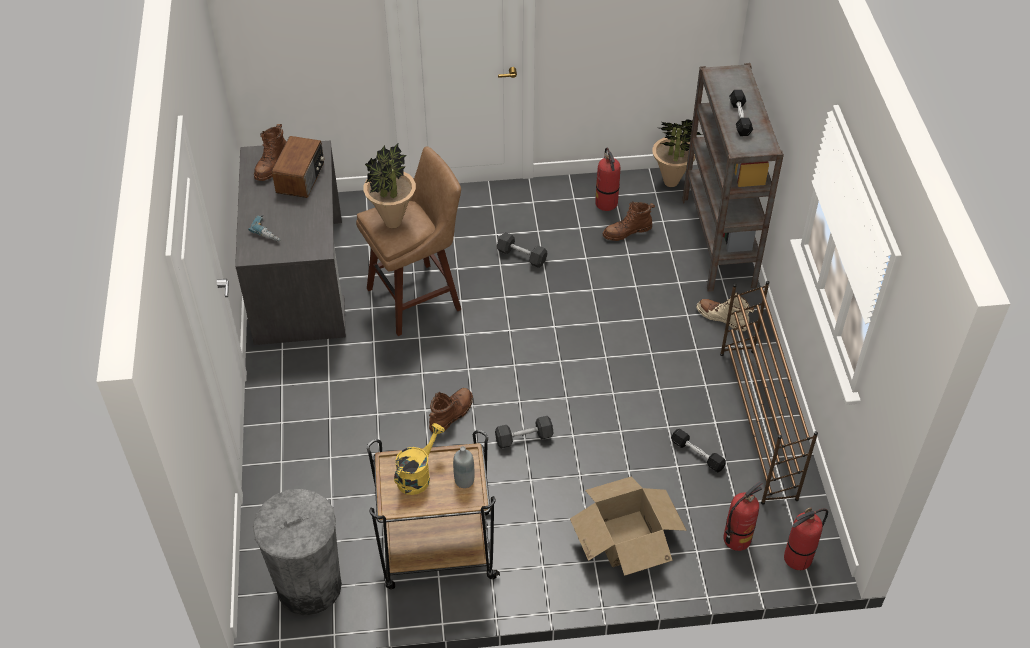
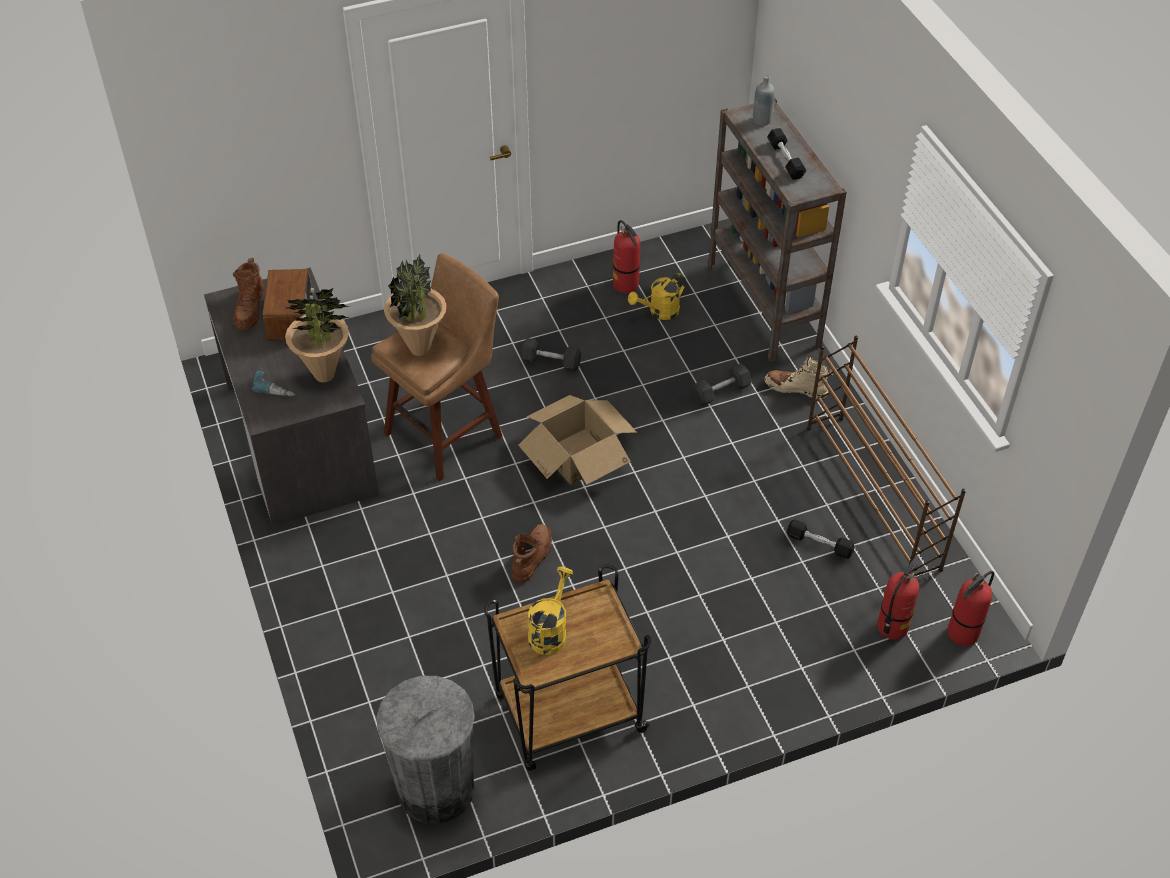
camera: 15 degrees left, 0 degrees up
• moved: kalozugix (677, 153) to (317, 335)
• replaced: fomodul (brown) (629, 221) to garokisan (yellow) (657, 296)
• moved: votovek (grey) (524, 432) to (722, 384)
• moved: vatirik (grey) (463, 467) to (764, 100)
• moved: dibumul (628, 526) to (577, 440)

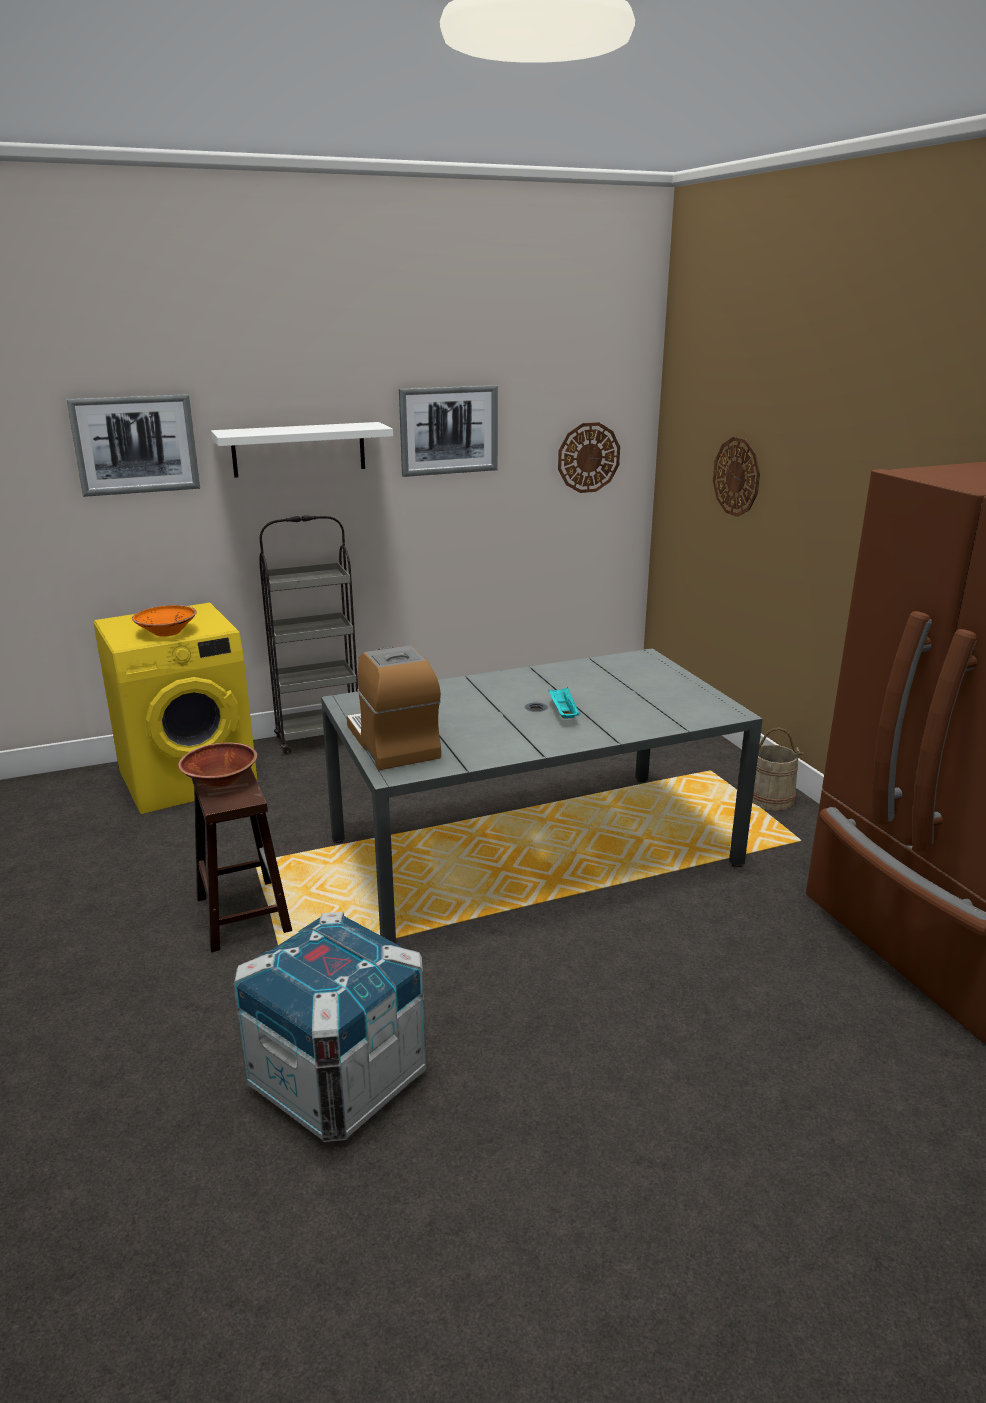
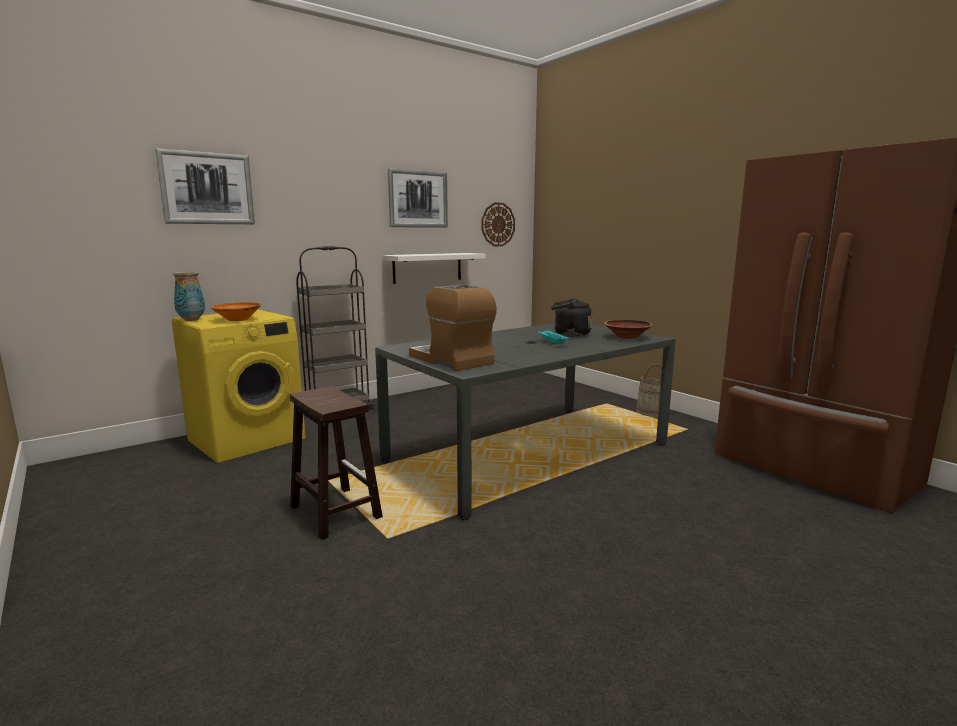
camera: 15 degrees left, 10 degrees down
• moved: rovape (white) (302, 450) to (434, 268)
• removed: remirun (736, 477)
• moved: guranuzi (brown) (217, 765) to (628, 329)
• removed: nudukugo (330, 1027)
• added: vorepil (189, 296)
• added: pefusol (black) (571, 318)

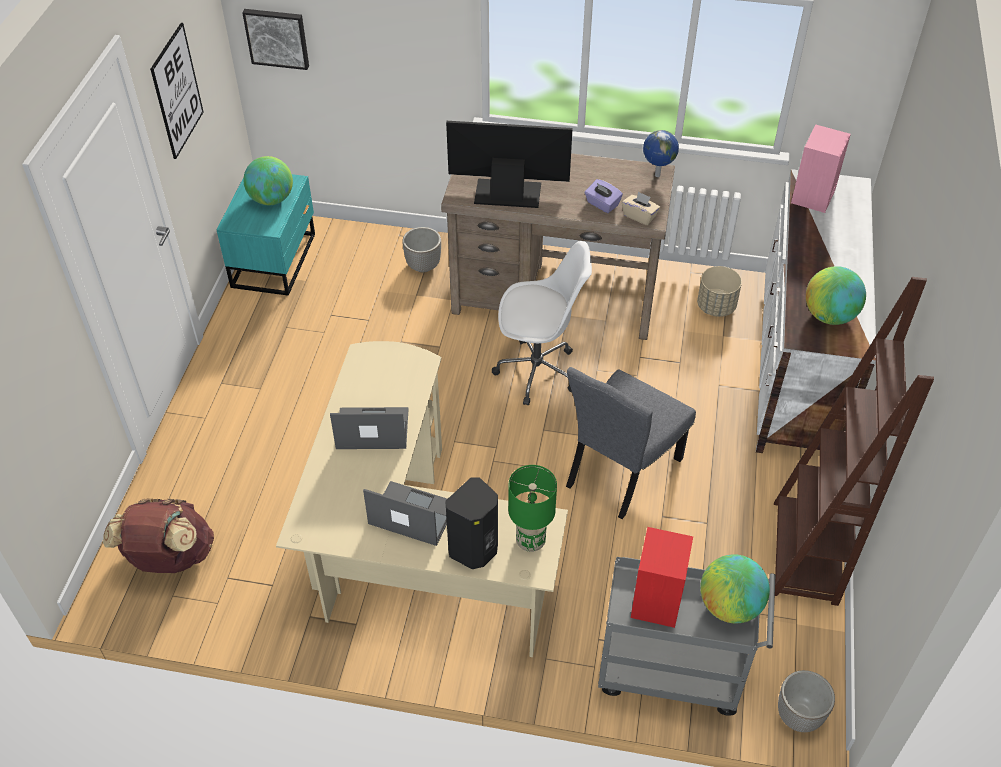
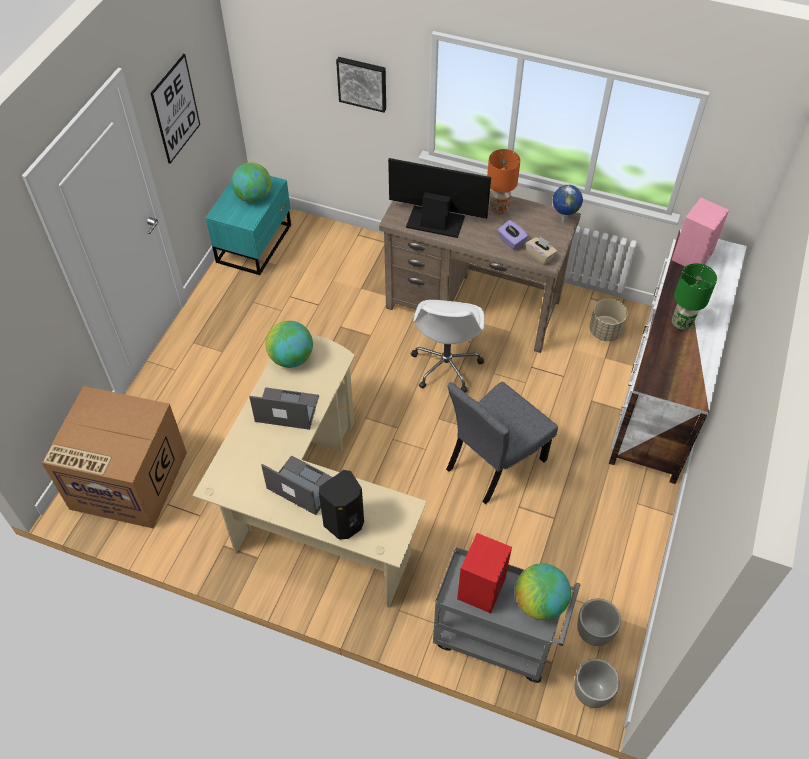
camera: 10 degrees right, 5 degrees up
• moved: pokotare (275, 39) to (361, 85)
• moved: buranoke (421, 249) to (599, 622)
• turned: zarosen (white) (542, 323) = (447, 346) 90 degrees clockwise
• moved: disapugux (836, 295) to (289, 344)
• removed: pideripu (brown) (854, 441)
• moved: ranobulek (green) (532, 508) to (694, 296)
• replaced: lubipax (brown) (158, 535) to dibumul (114, 457)
• added: ranobulek (orange) (504, 182)

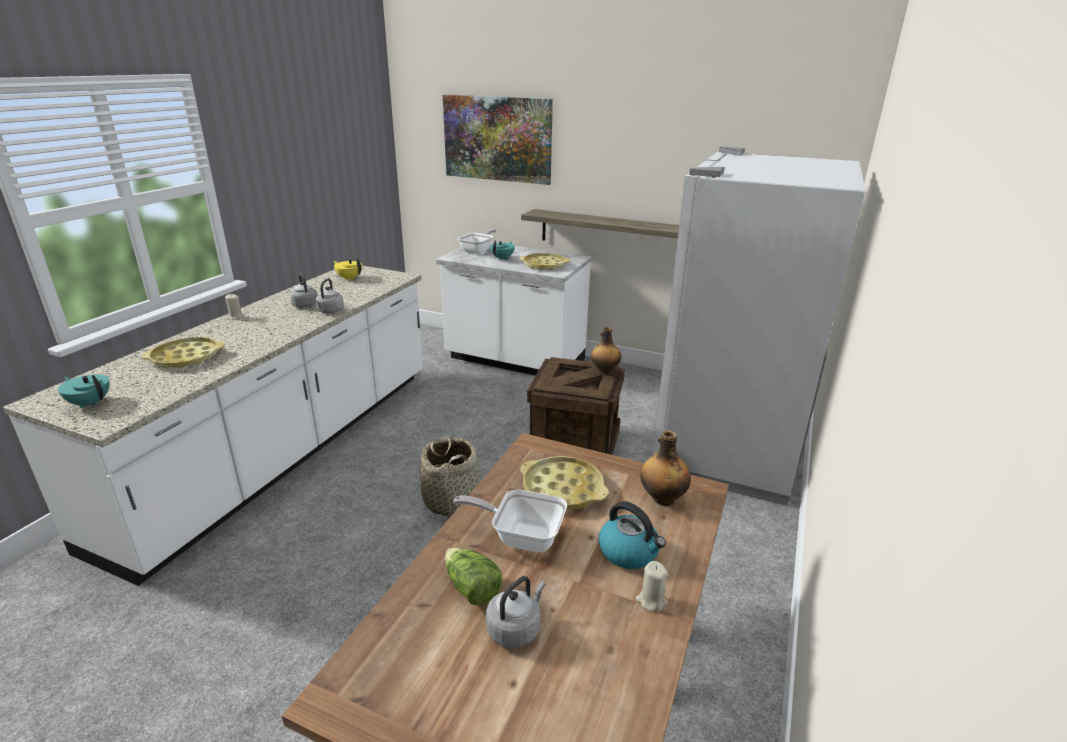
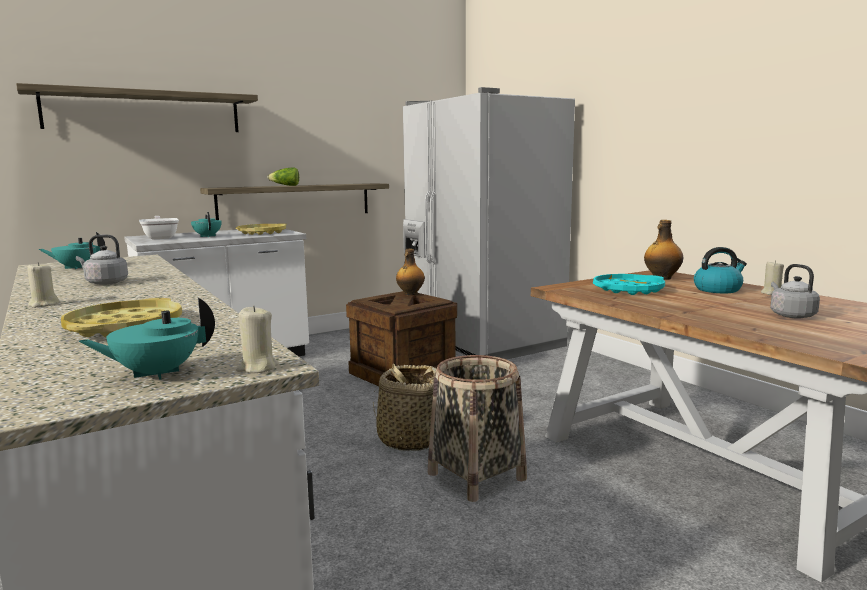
camera: 55 degrees left, 15 degrees down
• replaced: pokotare (498, 140) to rovape (137, 107)
• recoloured: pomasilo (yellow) (348, 269) to pomasilo (turquoise) (72, 250)
• removed: pefusol (grey) (329, 295)
• recoloured: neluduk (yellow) (564, 483) to neluduk (turquoise) (629, 284)
• removed: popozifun (510, 520)
• moved: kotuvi (473, 576) to (283, 177)
• added: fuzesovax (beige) (257, 339)
• added: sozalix (477, 428)

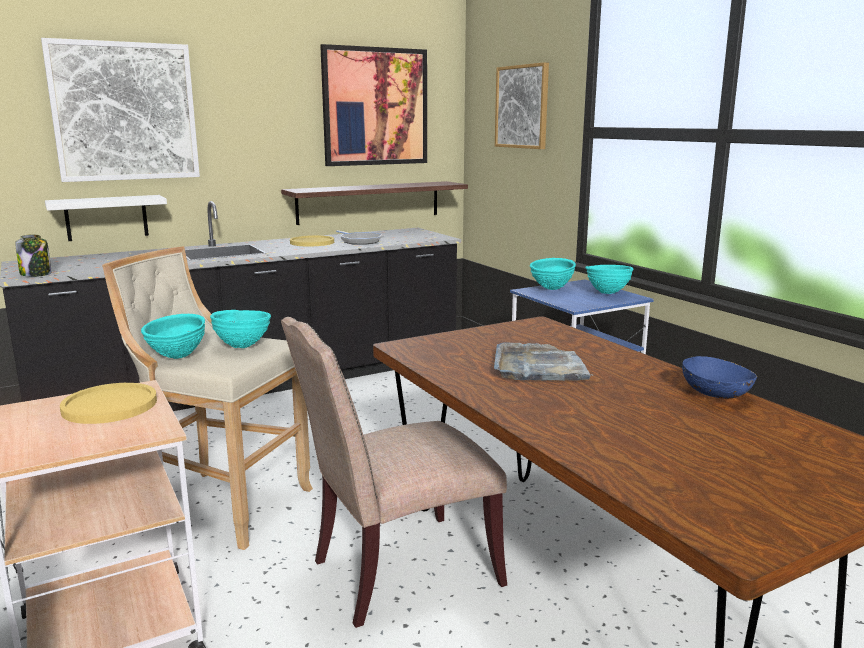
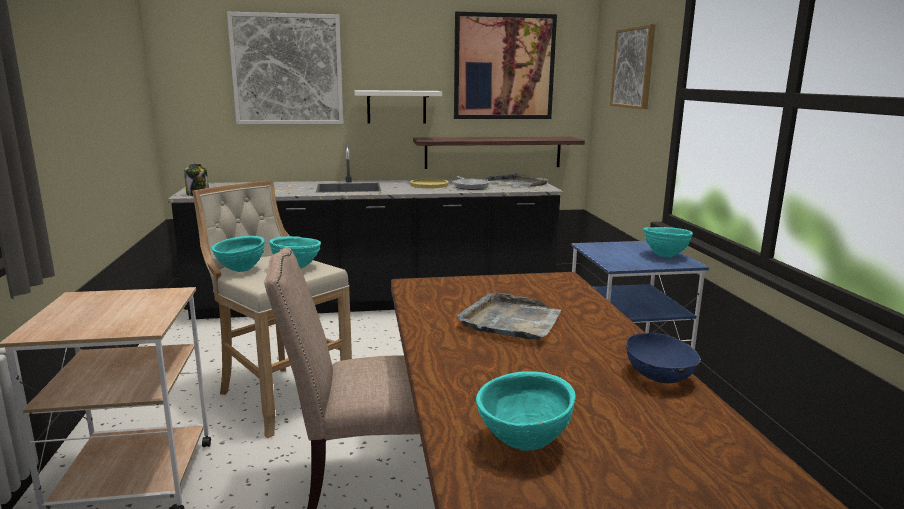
camera: 20 degrees right, 0 degrees up
• moved: rovape (white) (106, 218) to (398, 107)
• moved: guranuzi (turquoise) (553, 274) to (526, 411)
• removed: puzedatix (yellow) (108, 403)
• added: neluduk (grey) (516, 180)

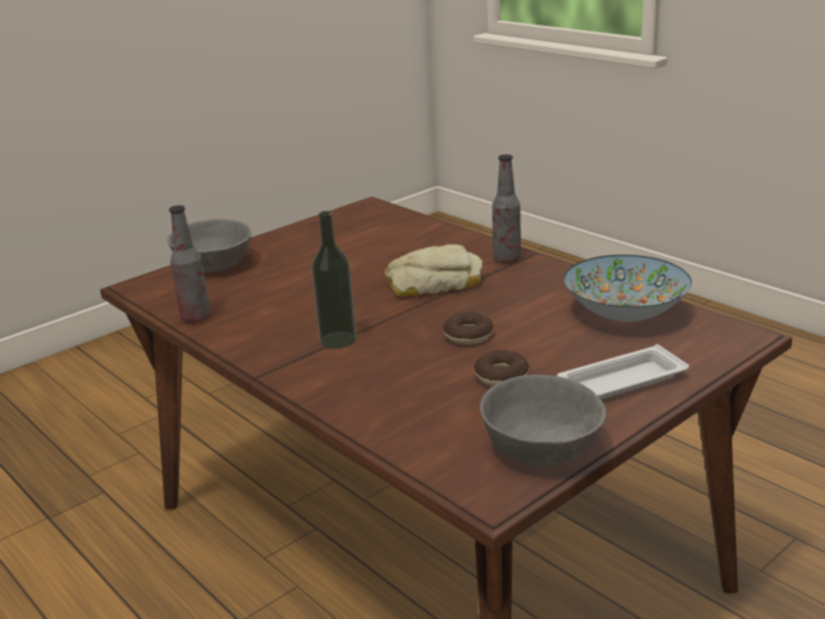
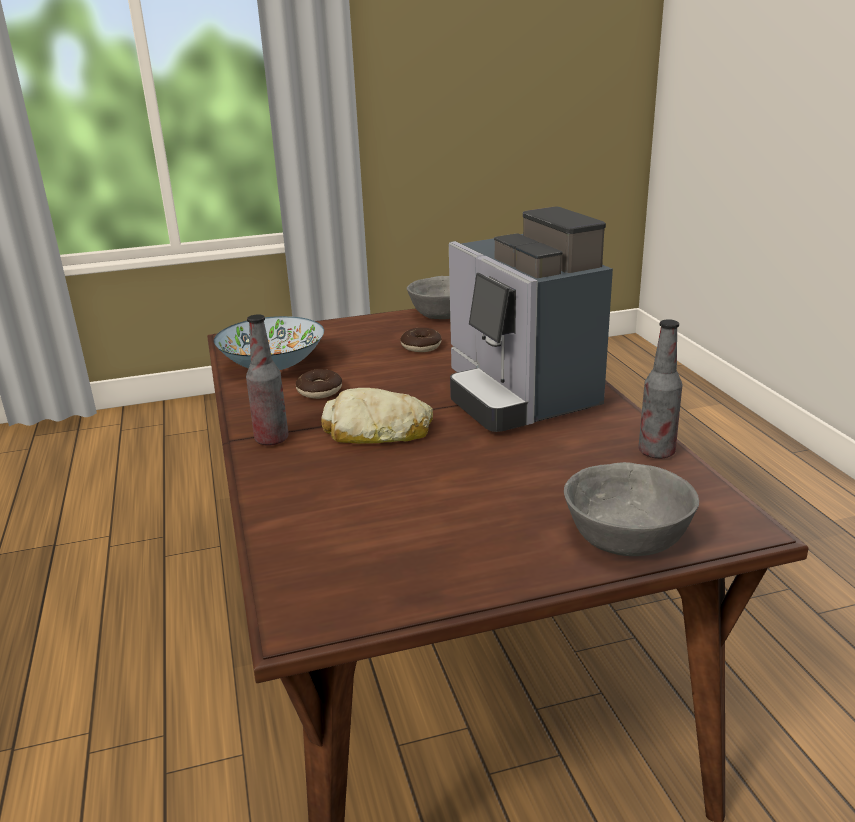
camera: 155 degrees left, 0 degrees up
• replaced: vatirik (334, 280) to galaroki (531, 319)
• moved: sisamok (468, 328) to (319, 384)
• removed: neluduk (white) (623, 371)

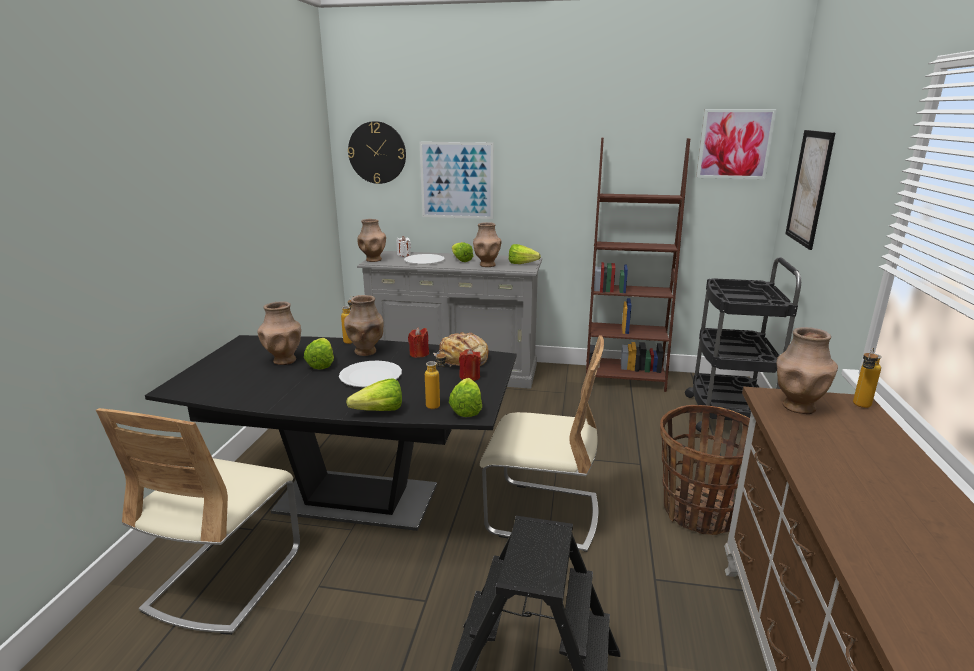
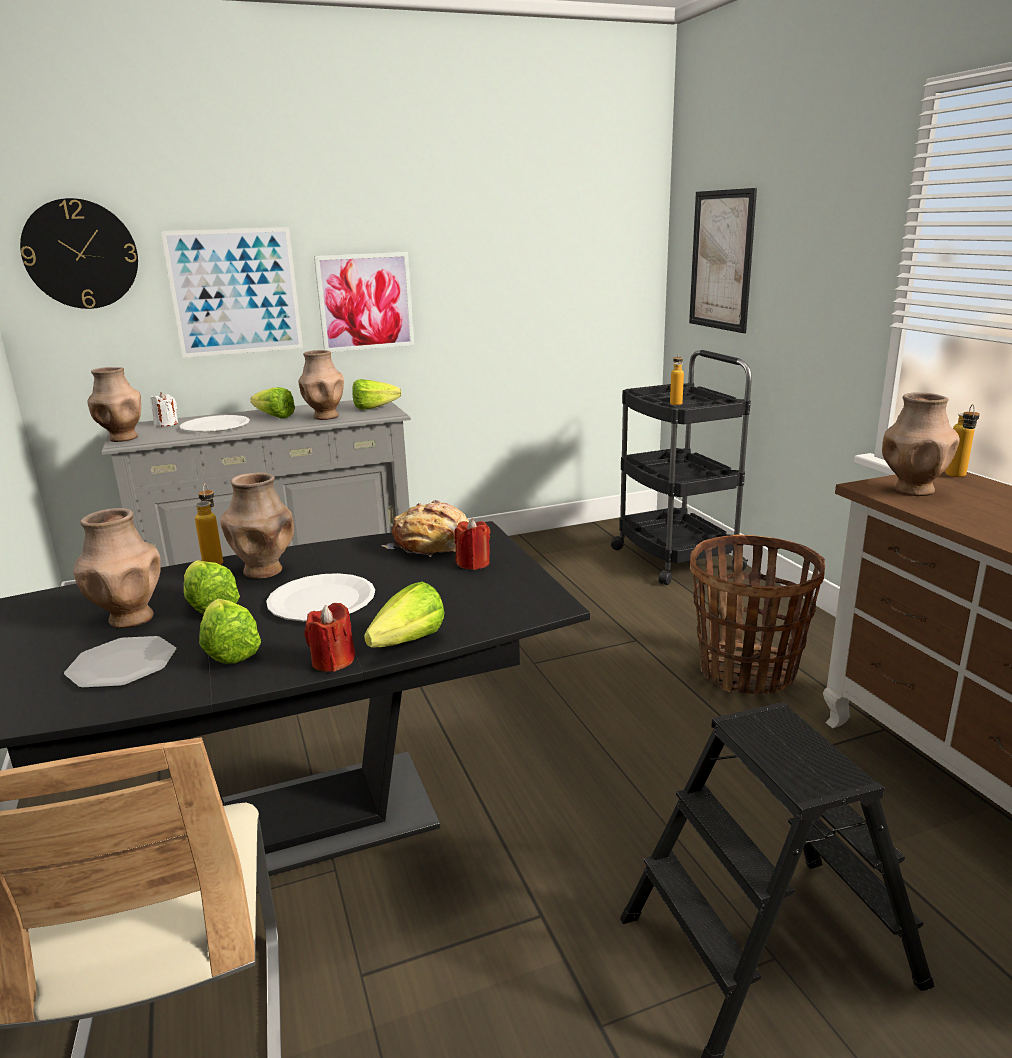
camera: 30 degrees left, 0 degrees up
• moved: pokotare (736, 144) to (364, 302)
• removed: pideripu (brown) (638, 265)
• moved: fuzesovax (red) (418, 342) to (330, 637)
• removed: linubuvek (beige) (542, 443)
• moved: vatirik (435, 379) to (677, 378)
• moved: kotuvi (465, 397) to (230, 631)
• added: puzedatix (120, 662)

